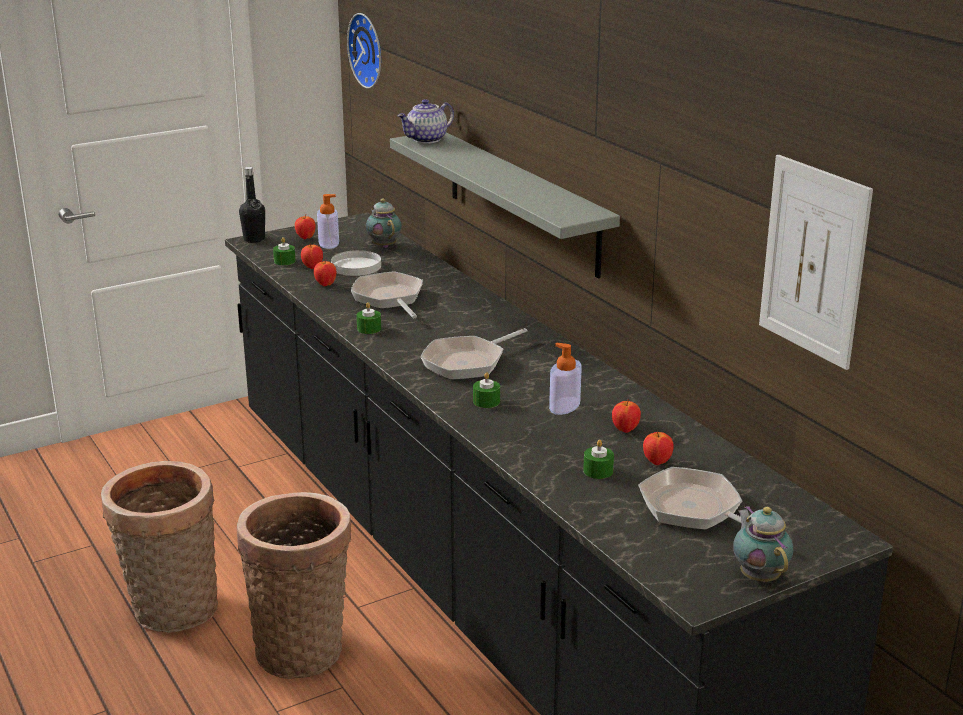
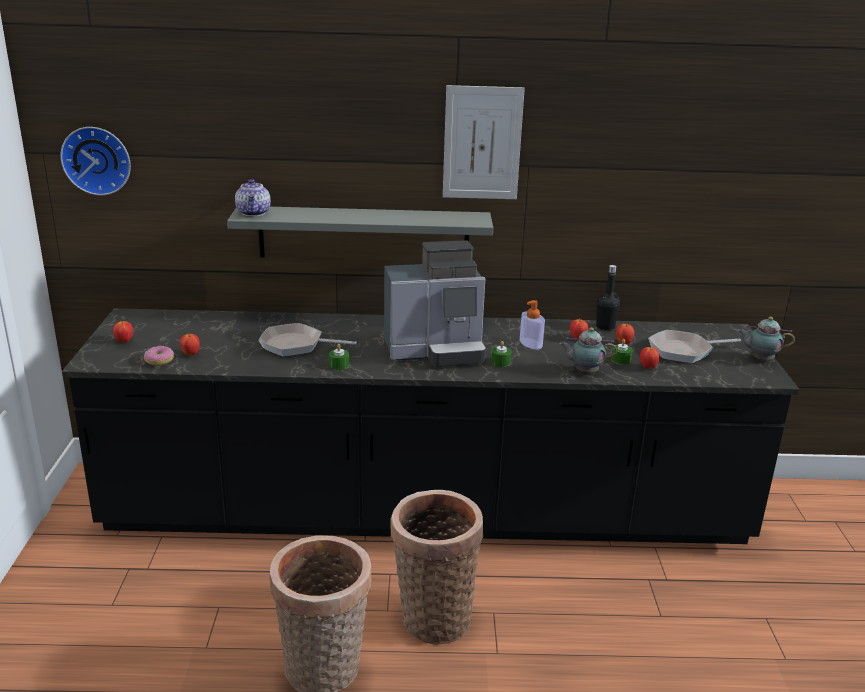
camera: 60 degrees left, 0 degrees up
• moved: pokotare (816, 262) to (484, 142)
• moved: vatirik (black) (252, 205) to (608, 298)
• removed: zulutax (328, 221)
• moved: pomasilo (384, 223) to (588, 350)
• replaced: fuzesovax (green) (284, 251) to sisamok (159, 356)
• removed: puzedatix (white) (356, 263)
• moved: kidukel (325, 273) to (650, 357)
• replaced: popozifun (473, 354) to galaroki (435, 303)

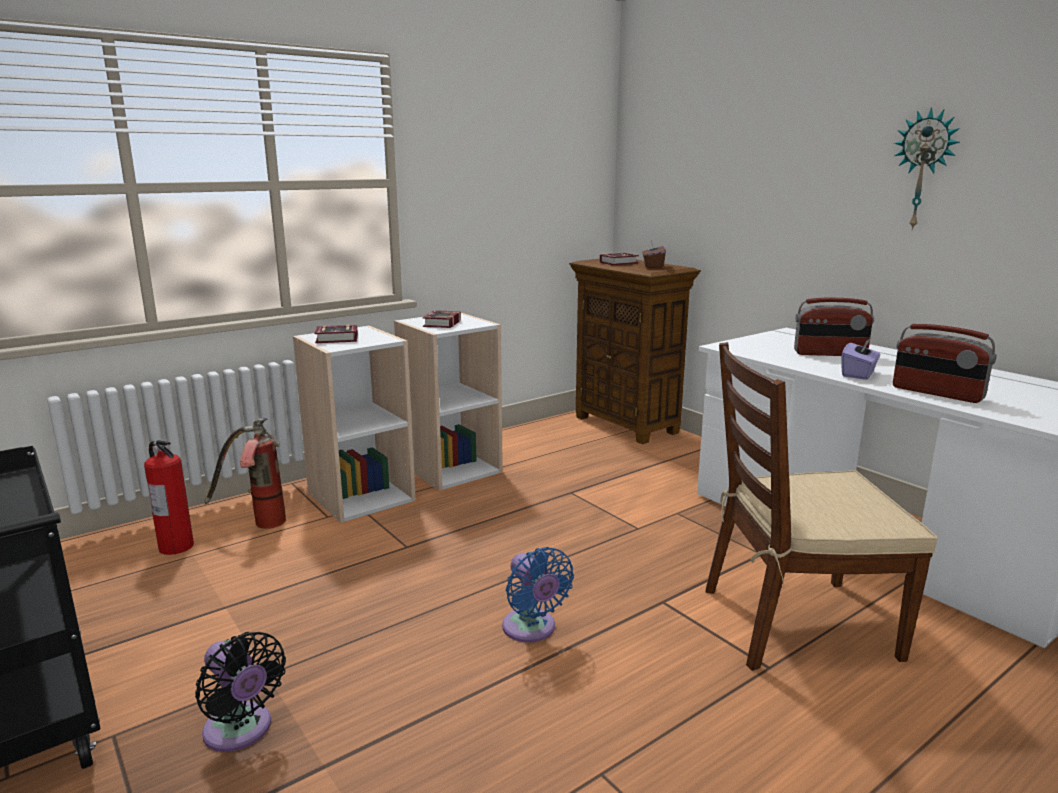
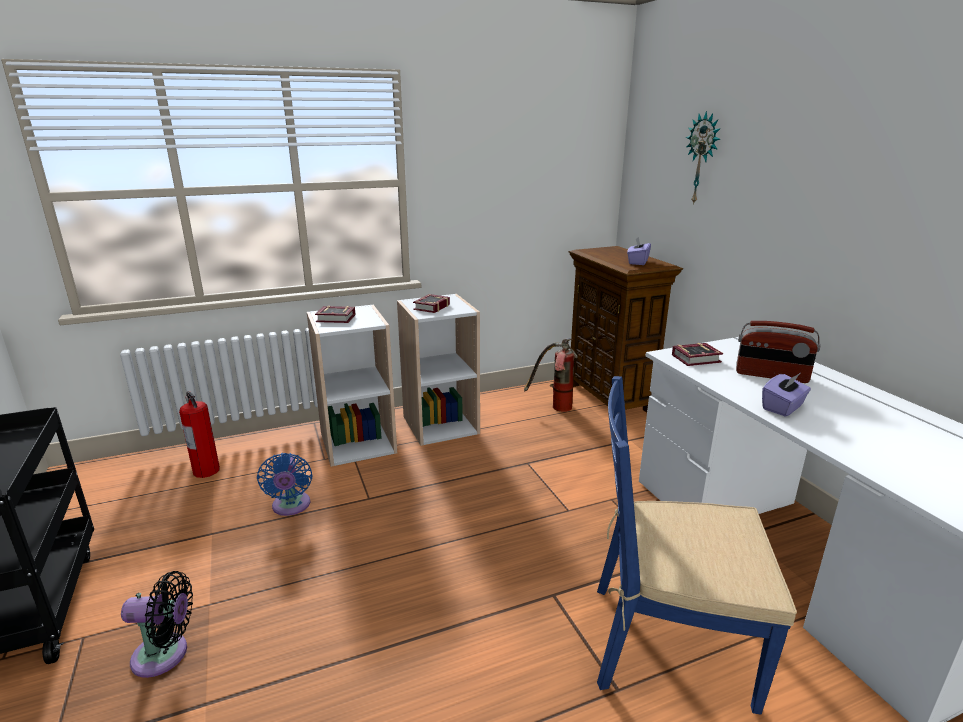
camera: 15 degrees right, 5 degrees up
• moved: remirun (927, 169) to (703, 158)
• recoloured: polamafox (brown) (654, 254) to polamafox (purple) (639, 251)
• moved: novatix (619, 259) to (697, 354)
• removed: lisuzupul (945, 363)
• recoloured: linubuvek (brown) (822, 506) to linubuvek (blue) (697, 545)
• moved: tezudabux (245, 473) to (551, 375)
• moved: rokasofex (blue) (538, 594) to (284, 484)
• turned: rokasofex (black) (240, 692) = (157, 624) 60 degrees counterclockwise

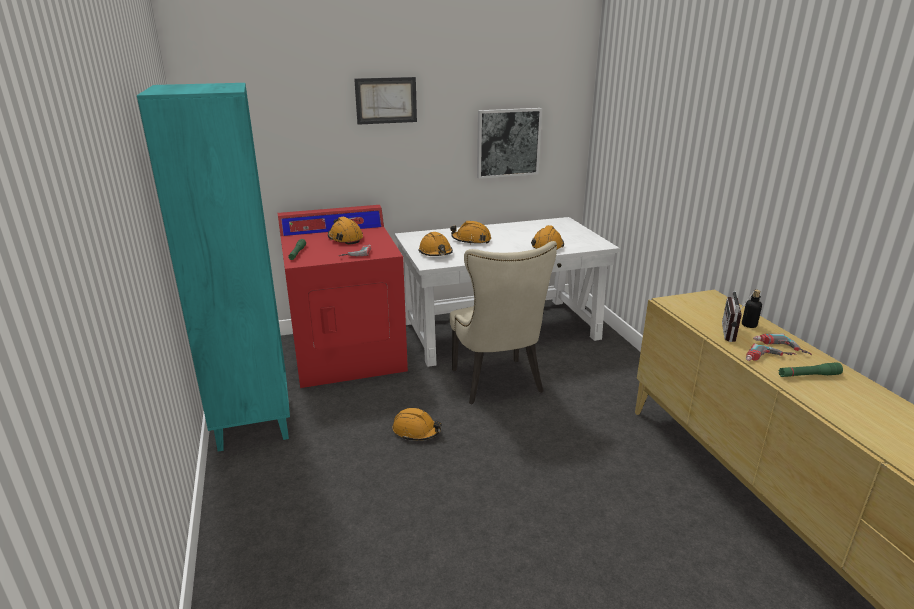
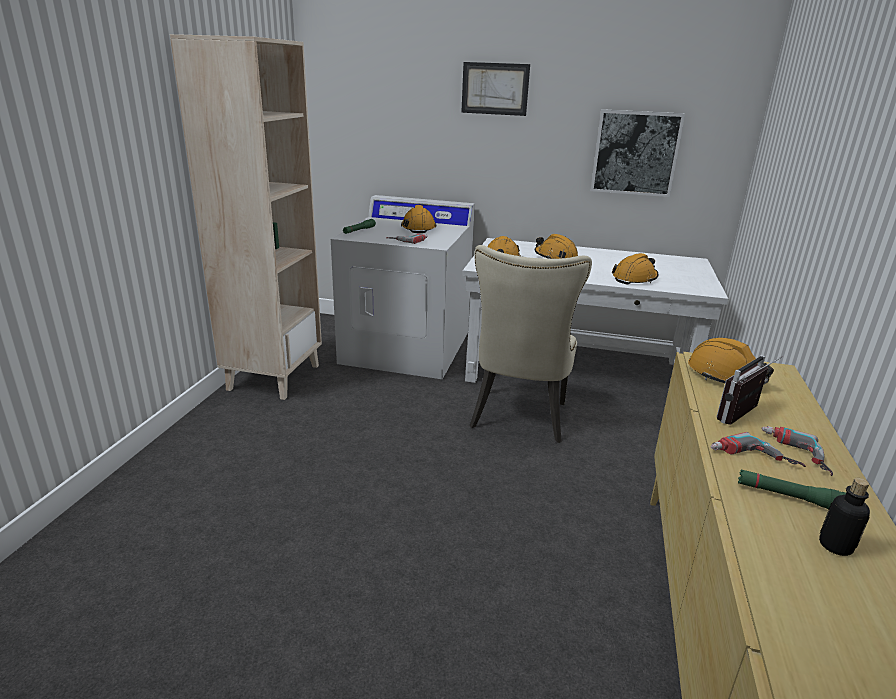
camera: 30 degrees right, 0 degrees up
• recoloured: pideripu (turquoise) (213, 267) to pideripu (beige) (246, 217)
• recoloured: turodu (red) (343, 296) to turodu (white) (403, 287)
• moved: vatirik (752, 308) to (844, 517)
• moved: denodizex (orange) (417, 424) to (731, 361)

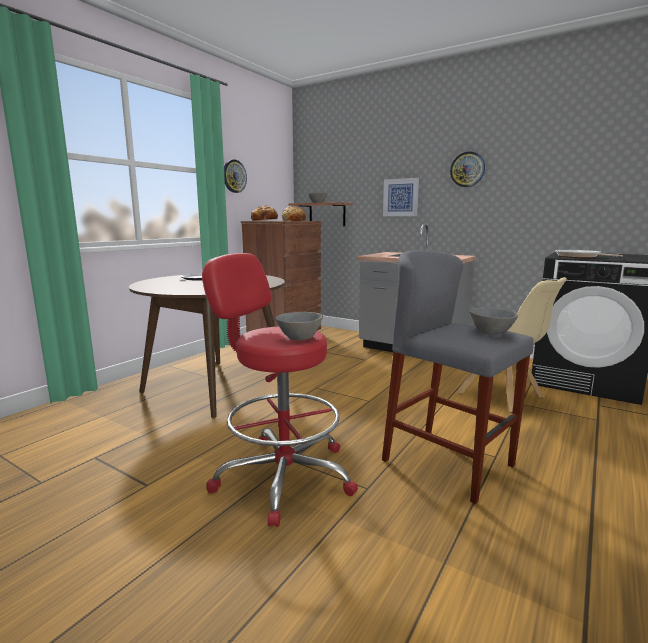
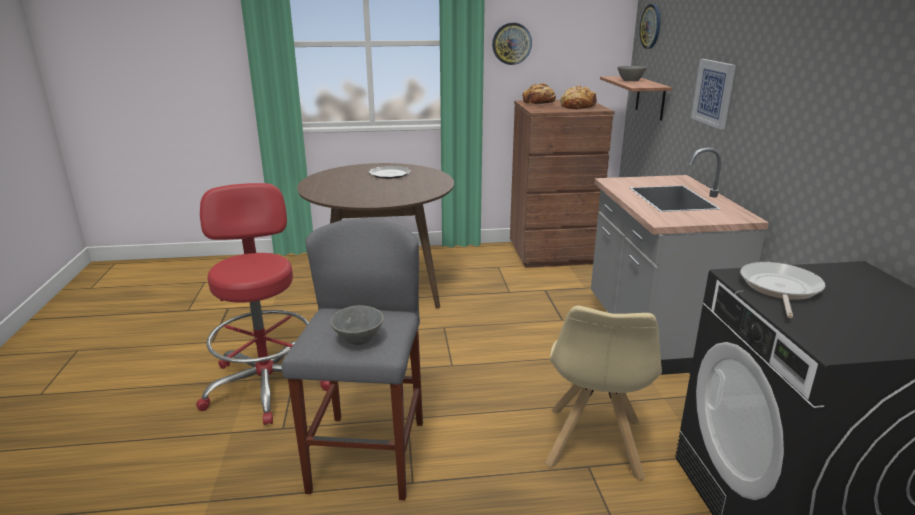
camera: 50 degrees right, 10 degrees up
• moved: remirun (467, 169) to (650, 26)
• removed: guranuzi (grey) (299, 326)

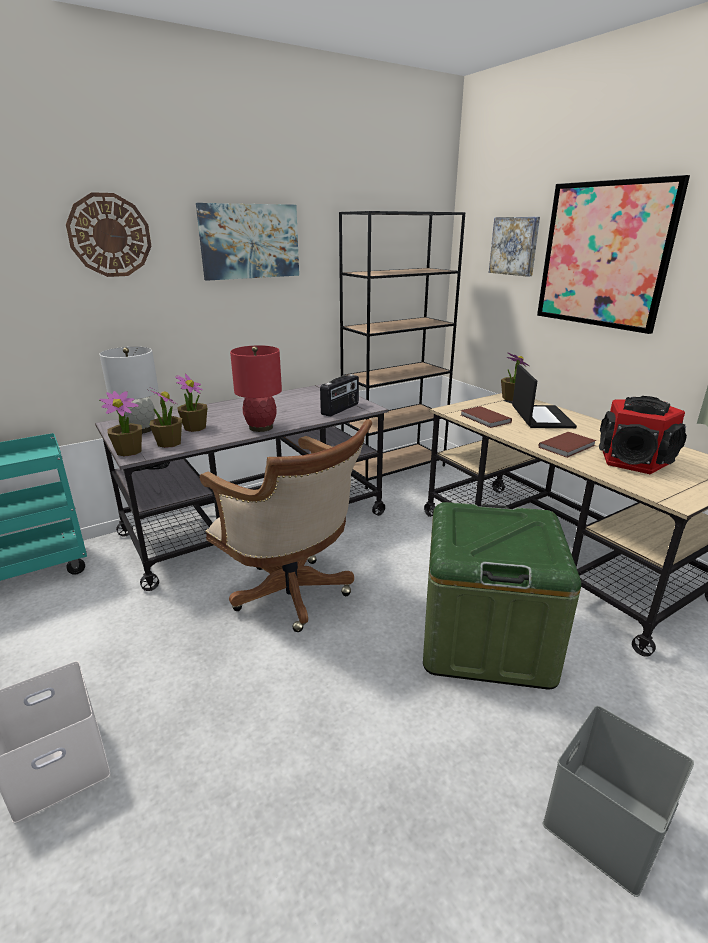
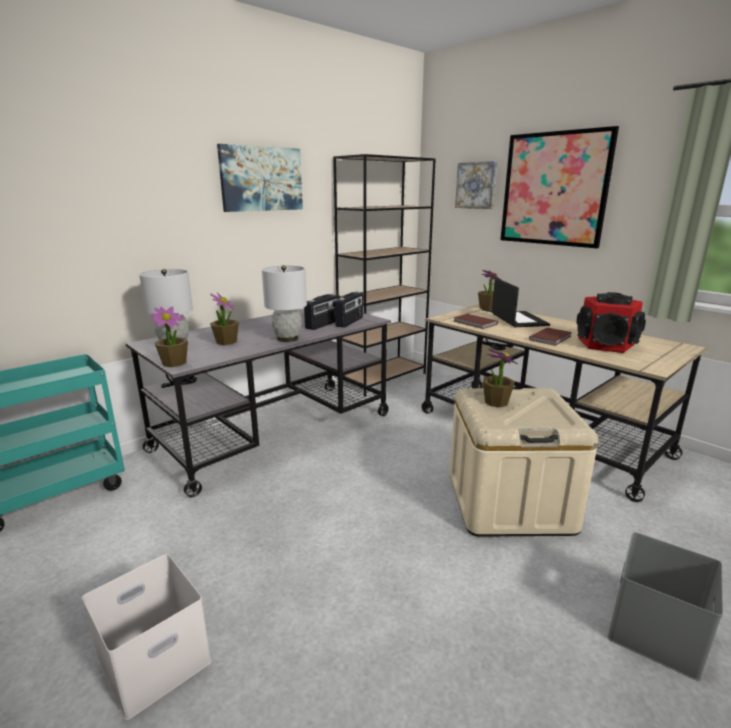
camera: 10 degrees left, 5 degrees down
• removed: remirun (108, 234)
• recoloured: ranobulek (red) (256, 388) to ranobulek (white) (284, 303)
• moved: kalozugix (165, 418) to (500, 378)
• removed: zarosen (286, 525)
• recoloured: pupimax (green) (502, 596) to pupimax (beige) (524, 462)
• added: lisuzupul (322, 312)

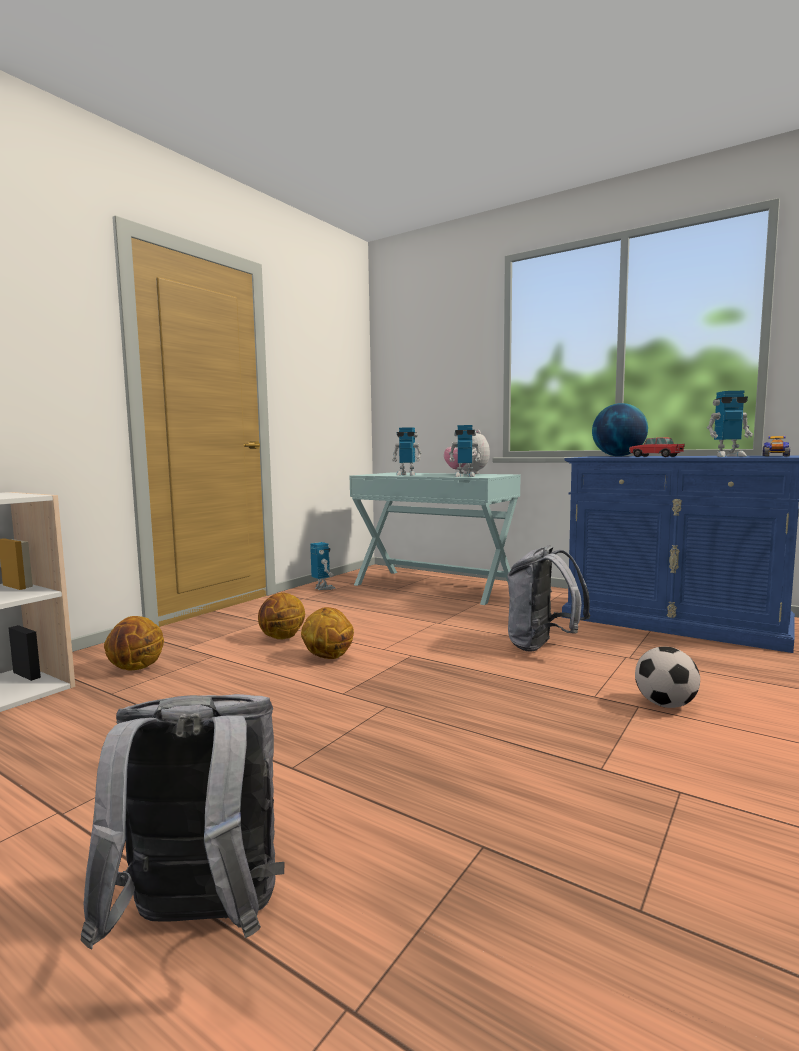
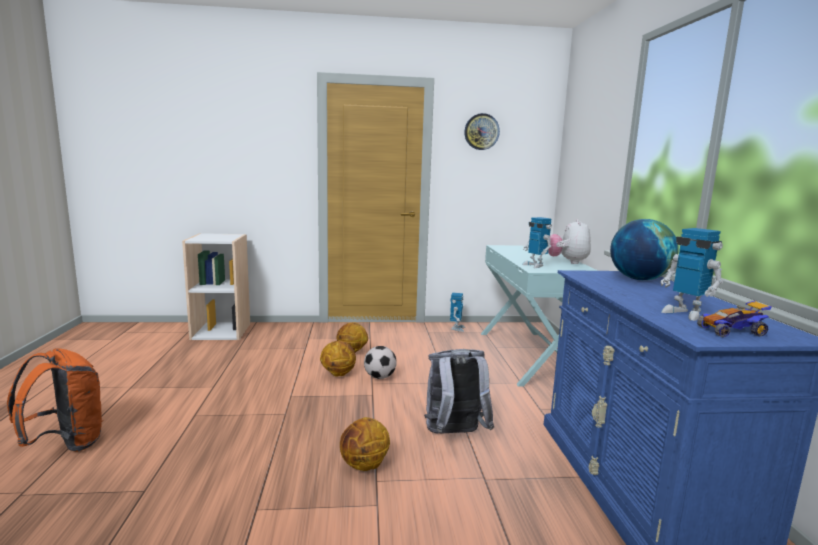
camera: 50 degrees right, 5 degrees up
• removed: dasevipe (407, 451)
• removed: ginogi (657, 447)
• moved: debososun (134, 643) to (365, 444)
• moved: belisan (667, 677) to (380, 362)
• recoloured: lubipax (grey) (182, 821) to lubipax (orange) (54, 400)
• added: remirun (482, 131)

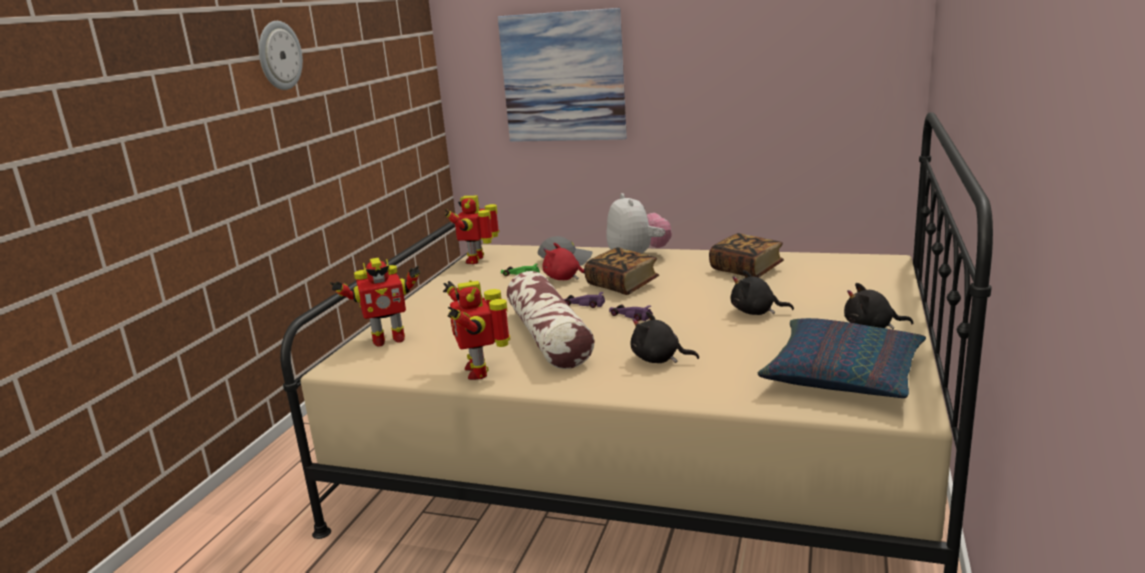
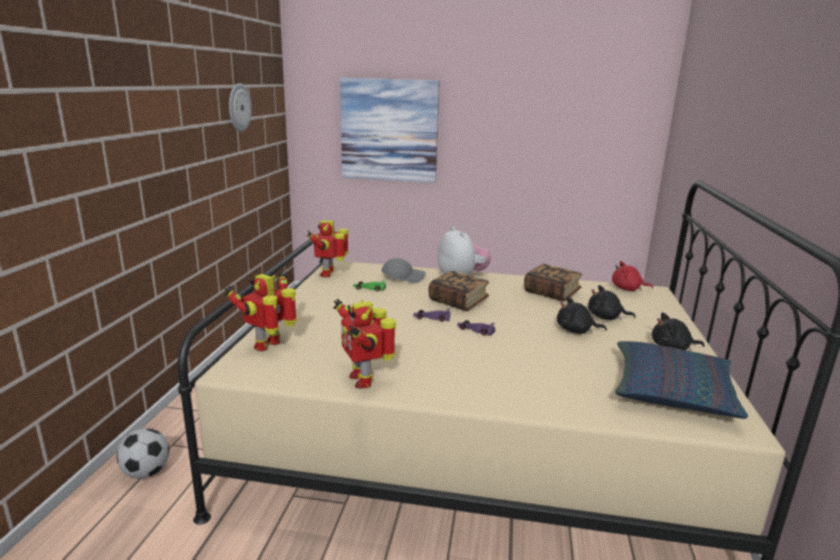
camera: 10 degrees left, 0 degrees up
• moved: remirun (281, 55) to (240, 107)
• moved: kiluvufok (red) (563, 261) to (632, 276)
• turned: dasevipe (375, 302) = (260, 311) 150 degrees clockwise
• removed: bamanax (550, 320)
• moved: kiluvufok (black) (665, 337) to (612, 302)
• added: belisan (143, 453)

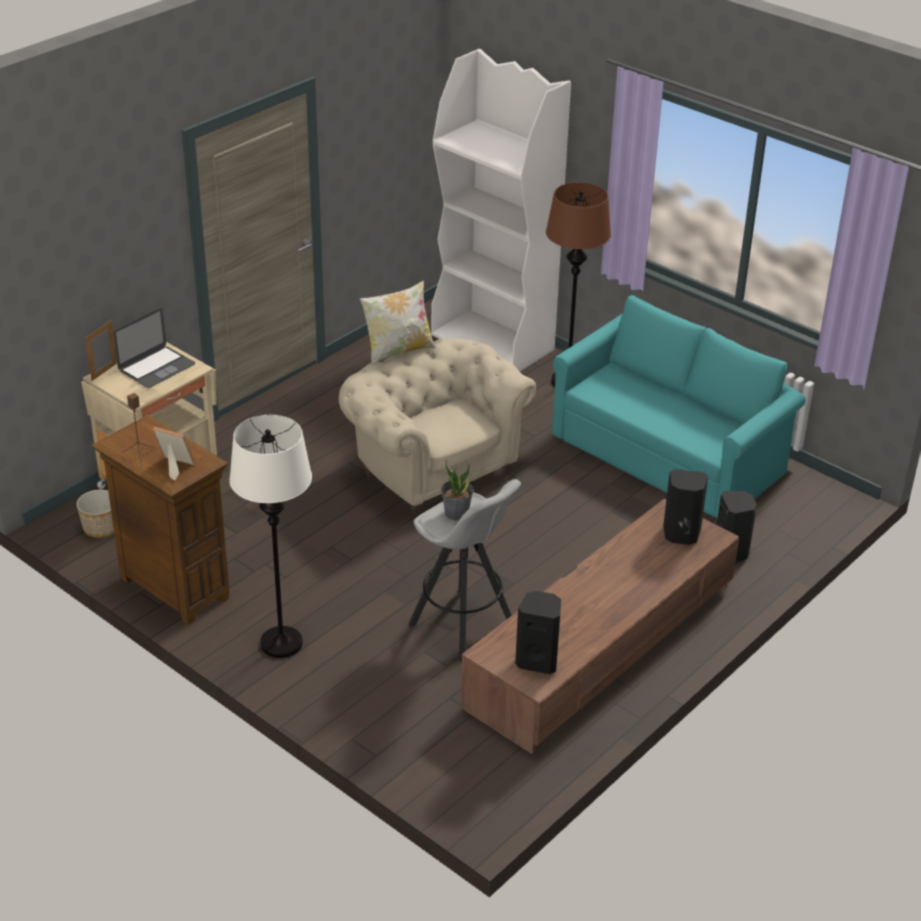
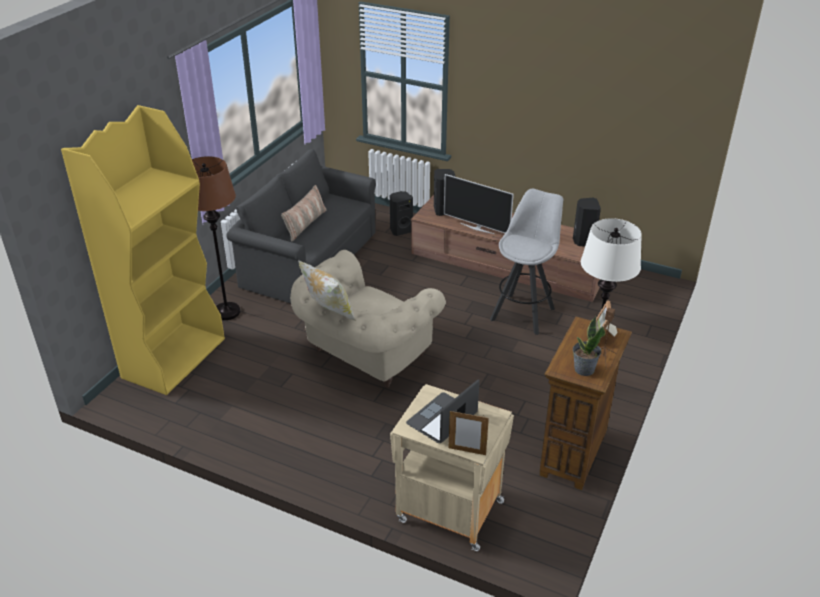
camera: 105 degrees left, 0 degrees up
• recoloured: pideripu (white) (501, 210) to pideripu (yellow) (143, 250)
• recoloured: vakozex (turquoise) (679, 406) to vakozex (grey) (301, 226)
• turned: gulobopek (154, 348) = (443, 411) 75 degrees counterclockwise
• moved: kalozugix (457, 490) to (589, 345)
• removed: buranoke (95, 513)
• added: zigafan (479, 204)
• added: bamanax (304, 213)

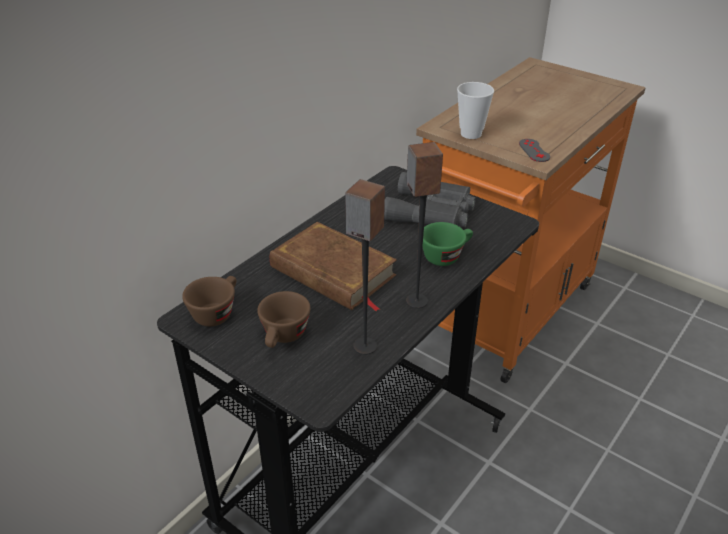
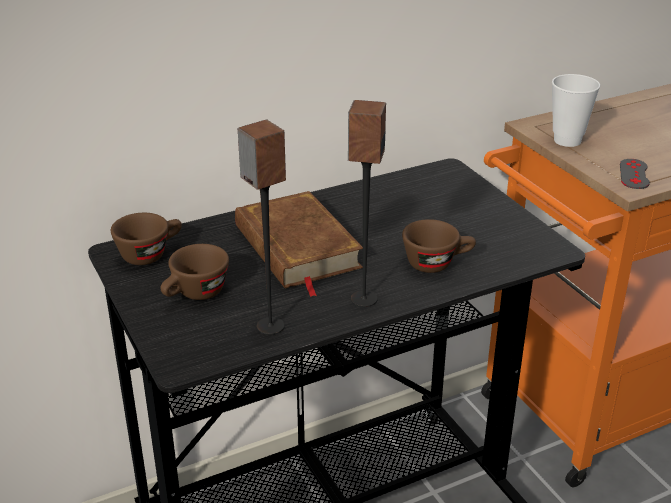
camera: 25 degrees right, 5 degrees down
• removed: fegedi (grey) (430, 199)
• recoloured: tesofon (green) (447, 244) to tesofon (brown) (439, 246)

